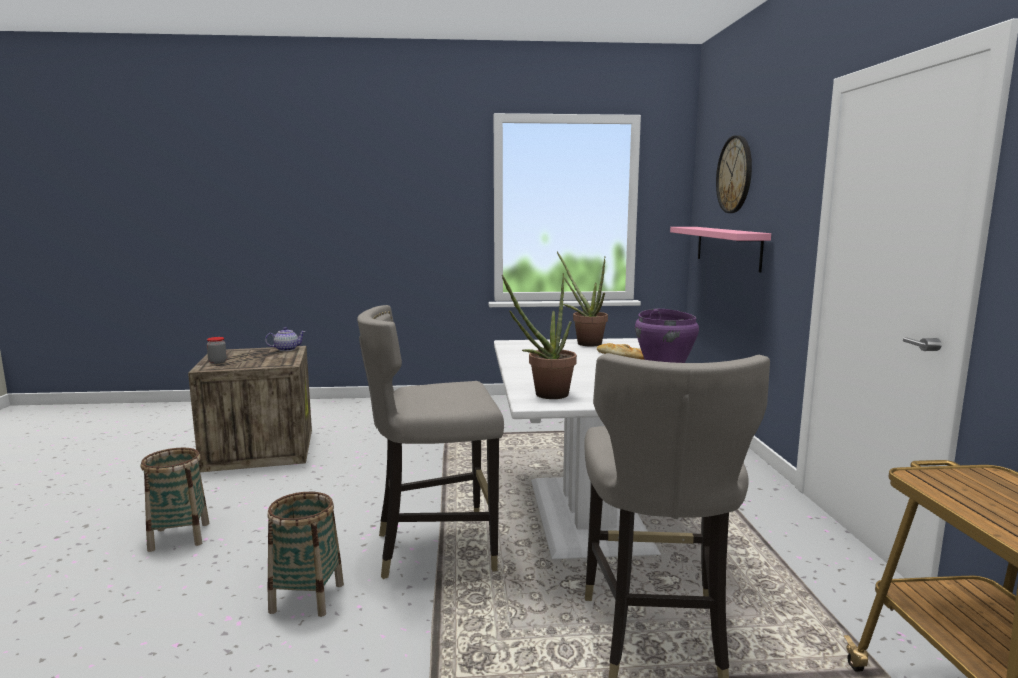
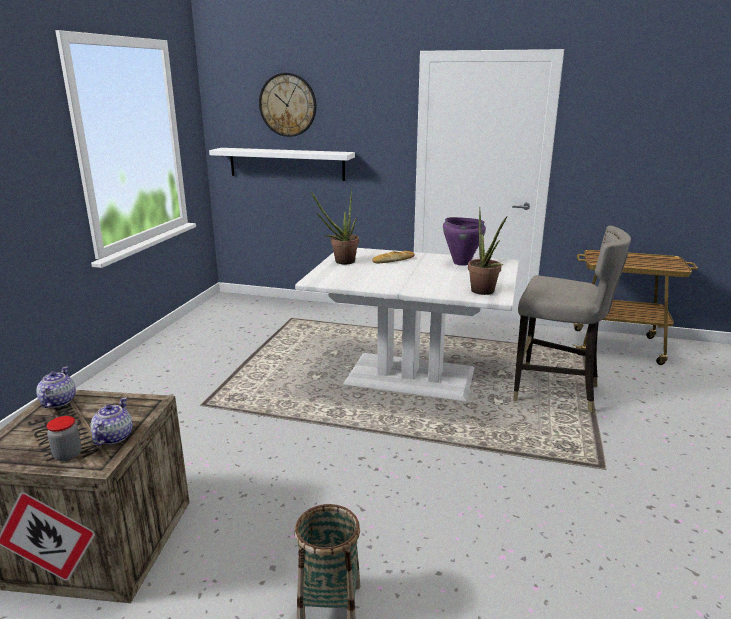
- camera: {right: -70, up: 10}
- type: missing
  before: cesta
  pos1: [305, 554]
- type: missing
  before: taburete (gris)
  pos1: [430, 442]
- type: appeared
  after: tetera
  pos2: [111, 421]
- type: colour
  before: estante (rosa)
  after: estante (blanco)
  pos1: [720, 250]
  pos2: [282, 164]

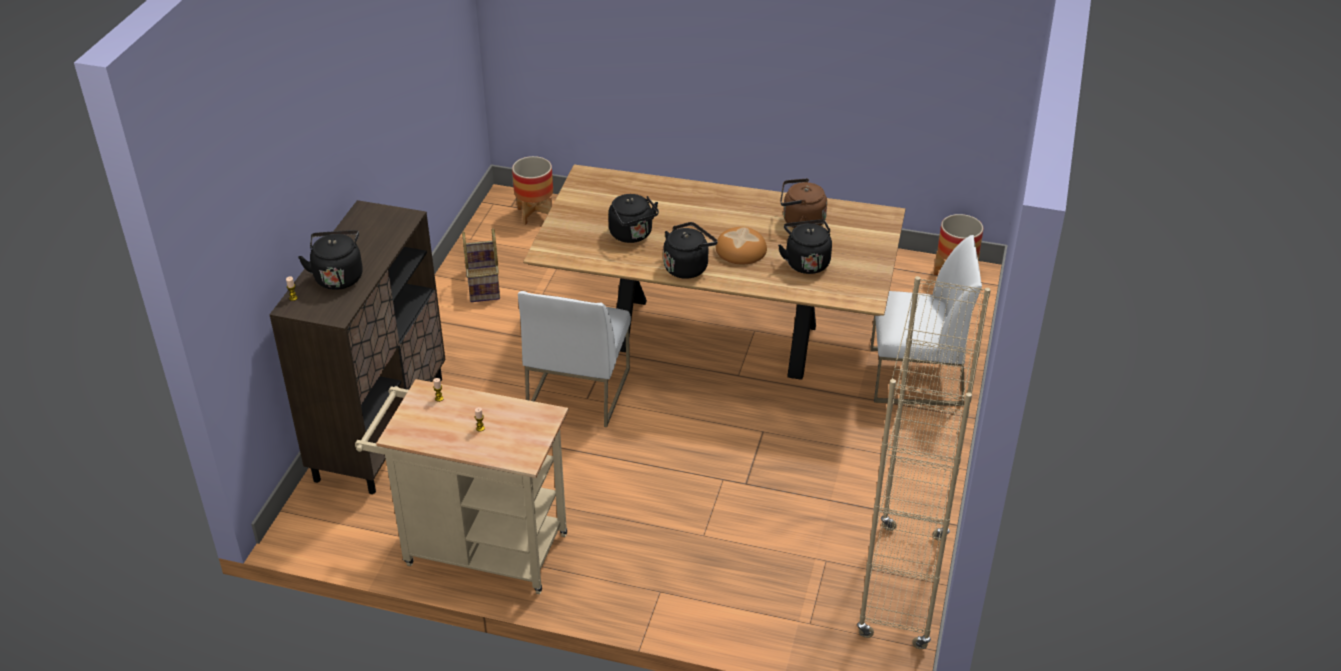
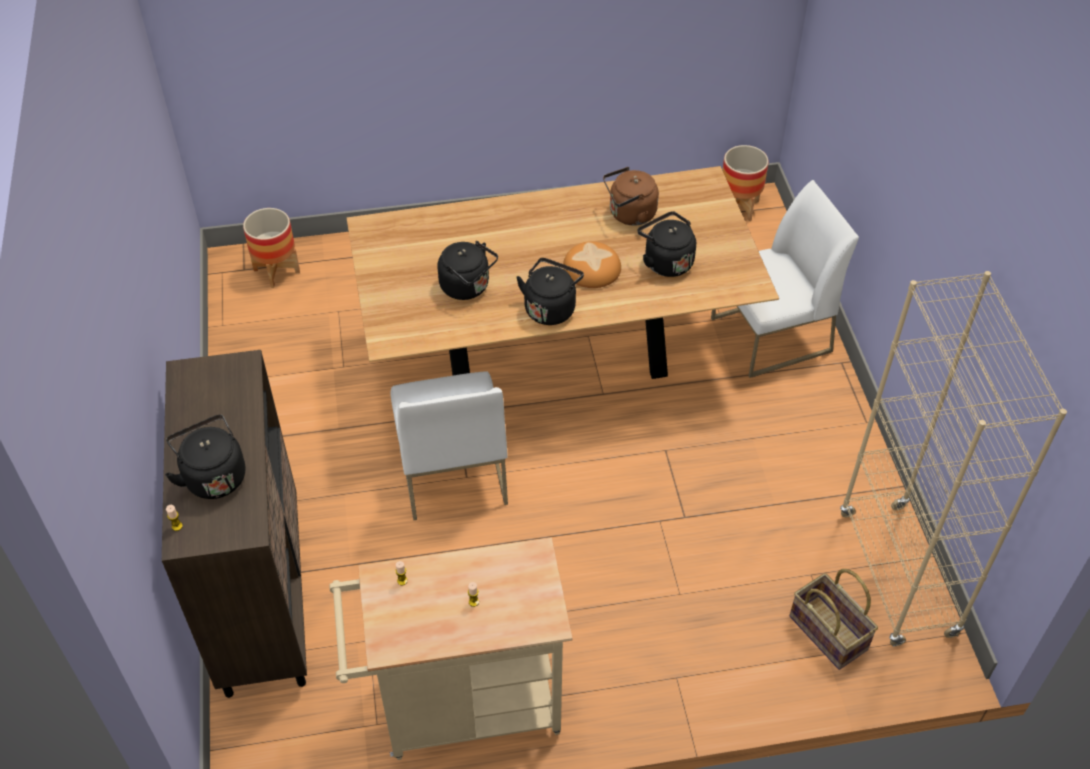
- camera: {right: -25, up: 10}
- type: relocated
  before: cesta
  pos1: [481, 265]
  pos2: [833, 619]

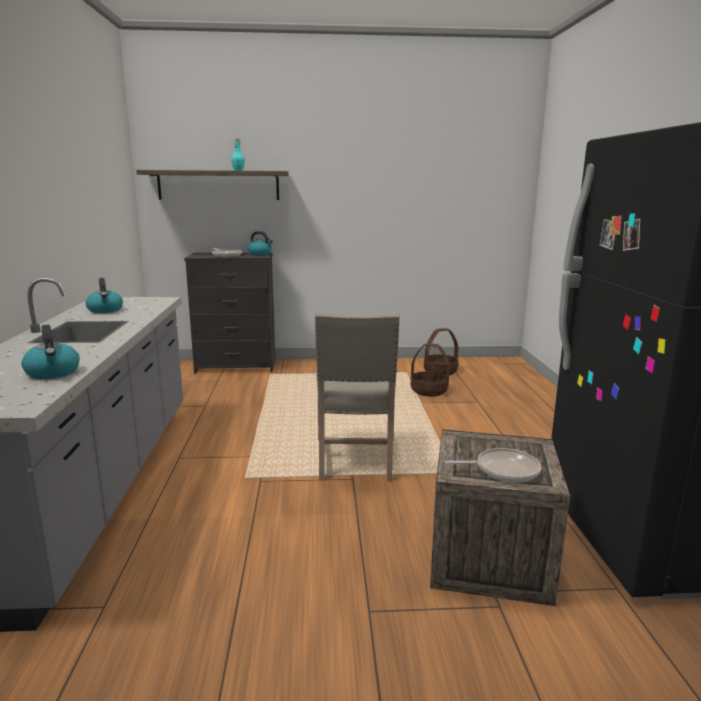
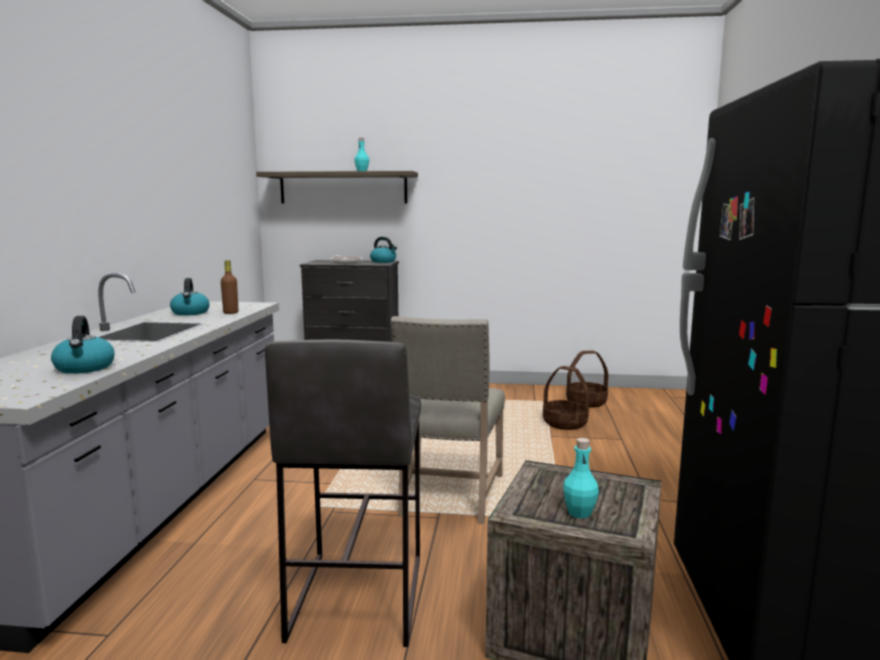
- camera: {right: 10, up: -5}
- type: appeared
  after: botella (marrón)
  pos2: [229, 287]
- type: appeared
  after: taburete (gris)
  pos2: [343, 493]
- type: exchanged
  before: sartén
  after: botella (turquesa)
  pos1: [493, 465]
  pos2: [581, 478]

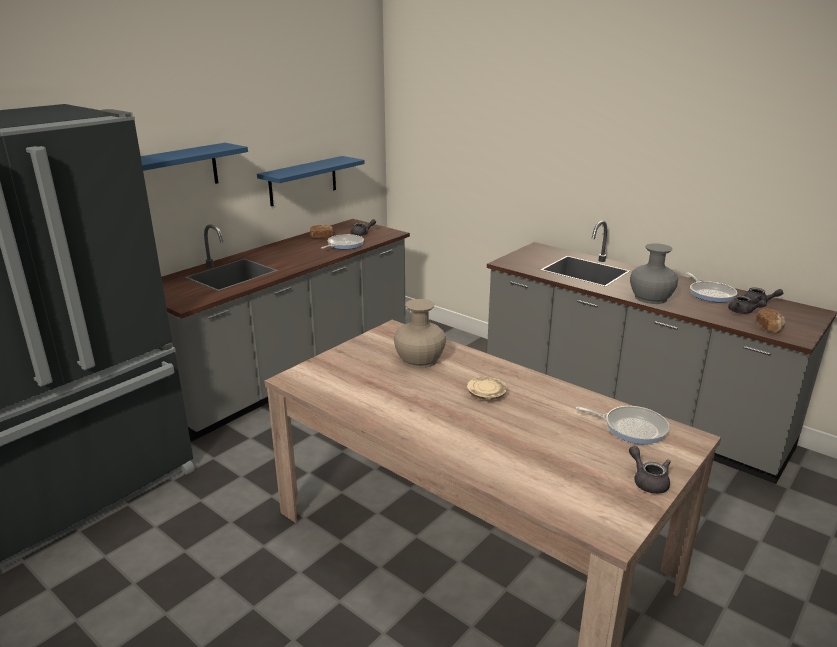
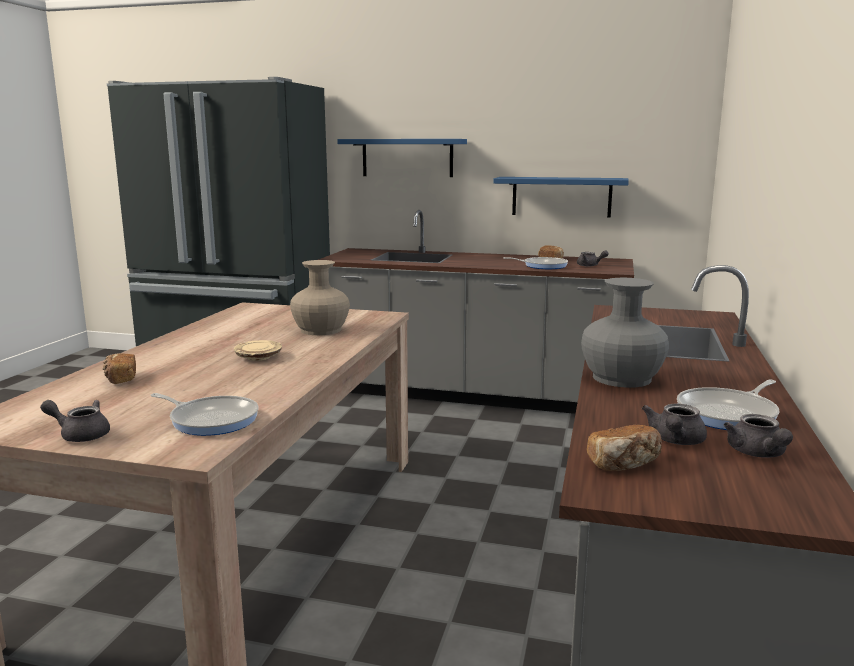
- camera: {right: 65, up: -10}
- type: appeared
  after: pan
  pos2: [119, 368]
- type: spun
  before: sartén
  pos1: [622, 425]
  pos2: [204, 414]
  turn: -60
- type: spun
  before: tetera (gris)
  pos1: [650, 470]
  pos2: [75, 421]
  turn: -120

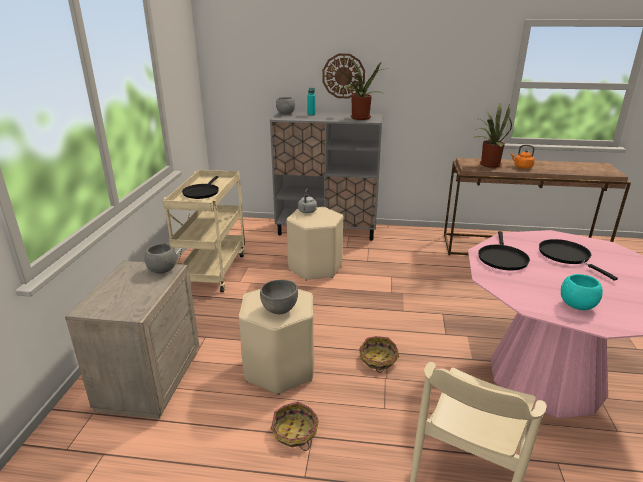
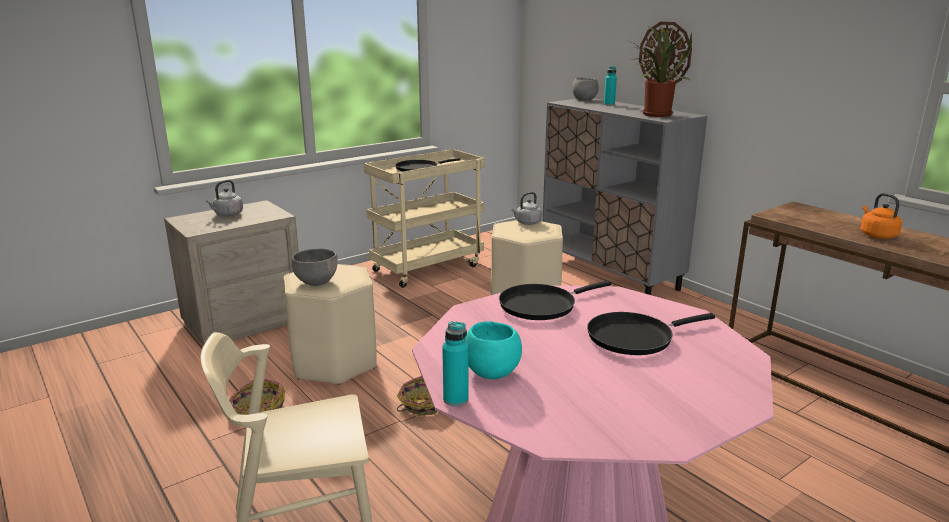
- camera: {right: 45, up: -5}
- type: missing
  before: cuenco (gris)
  pos1: [160, 258]
- type: missing
  before: planta en maceta
  pos1: [492, 135]
- type: appeared
  after: hervidor (gris)
  pos2: [224, 198]
- type: appeared
  after: botella (turquesa)
  pos2: [455, 363]
- type: spun
  before: sartén (negro)
  pos1: [578, 259]
  pos2: [651, 333]
  turn: -135

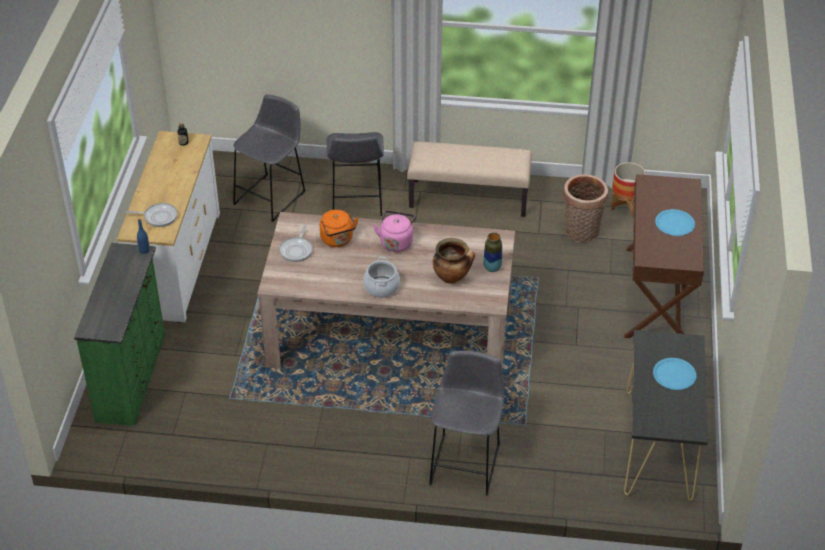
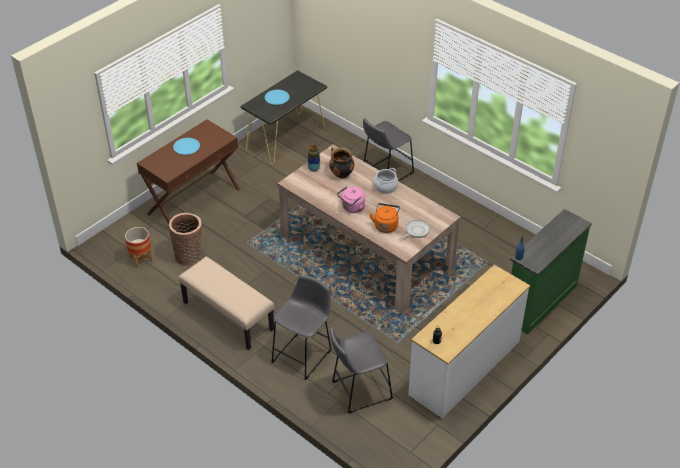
- camera: {right: -145, up: 0}
- type: missing
  before: sartén
  pos1: [151, 215]

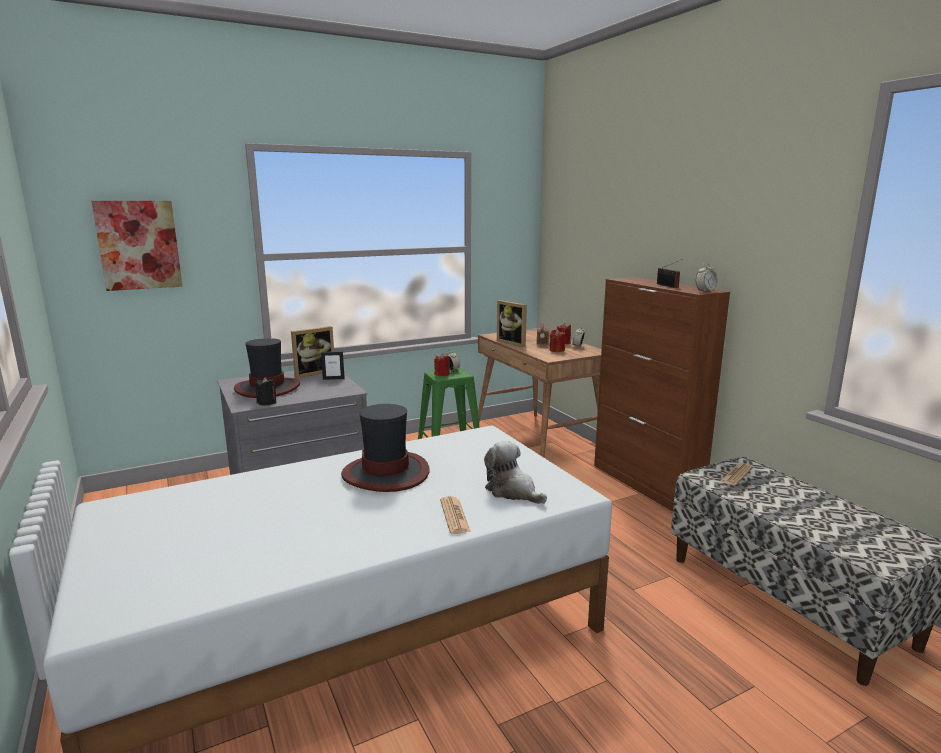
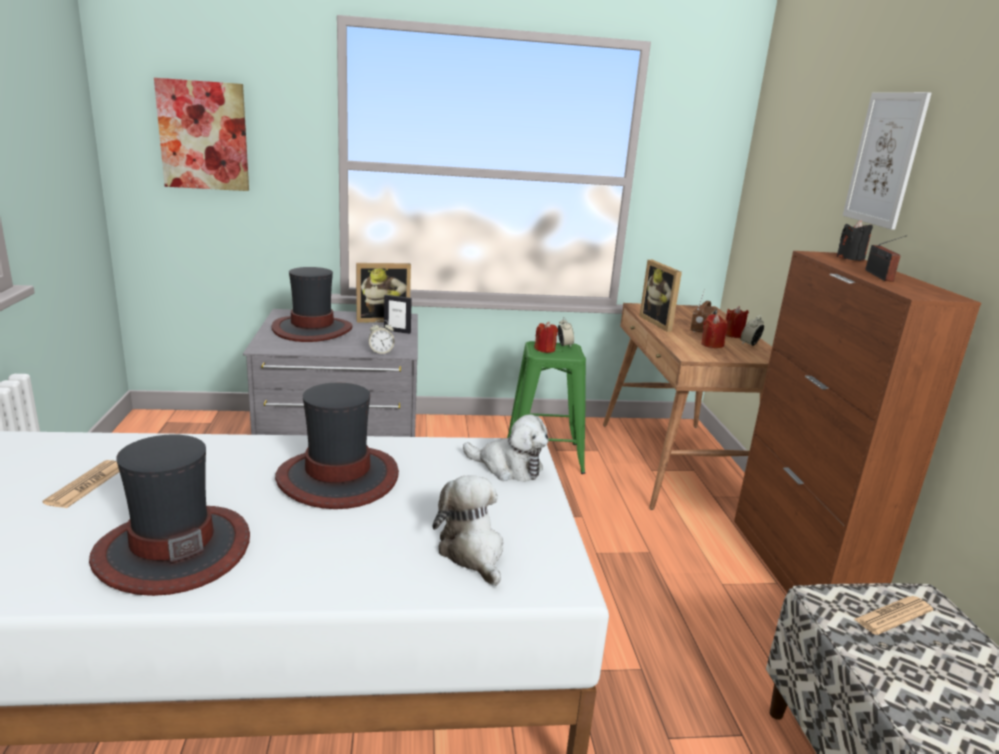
- camera: {right: 20, up: 5}
- type: appeared
  after: sombrero
  pos2: [169, 515]
- type: appeared
  after: peluche
  pos2: [506, 448]
- type: appeared
  after: cuadro
  pos2: [887, 161]
- type: relocated
  before: vela (negro)
  pos1: [265, 391]
  pos2: [854, 240]
- type: relocated
  before: periódico
  pos1: [455, 515]
  pos2: [81, 484]
- type: relocated
  before: despertador
  pos1: [707, 277]
  pos2: [382, 337]

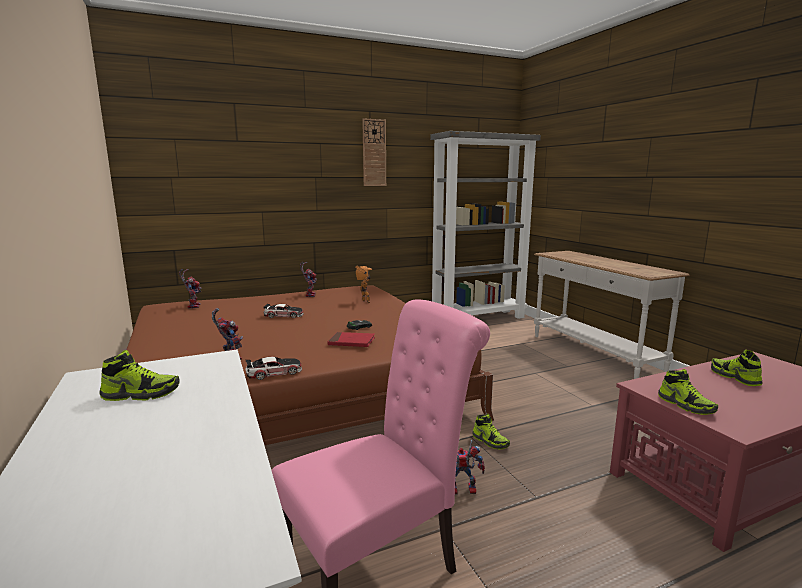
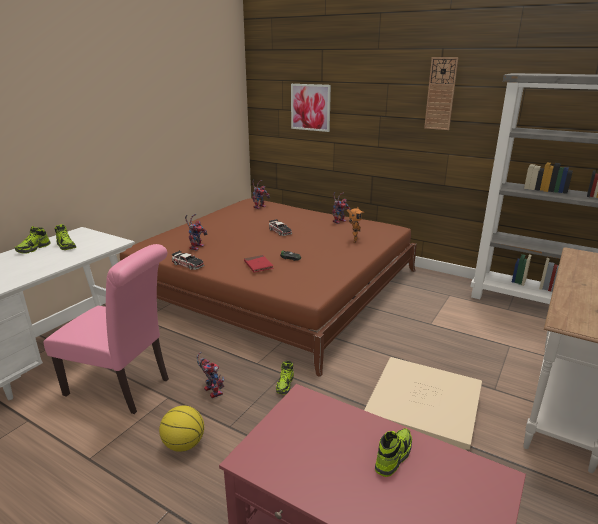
- camera: {right: 55, up: 10}
- type: appeared
  after: balón de baloncesto
  pos2: [181, 429]
- type: appeared
  after: cuadro
  pos2: [311, 108]
- type: appeared
  after: caja de almacenaje (beis)
  pos2: [423, 403]
- type: relocated
  before: zapato
  pos1: [688, 392]
  pos2: [32, 240]

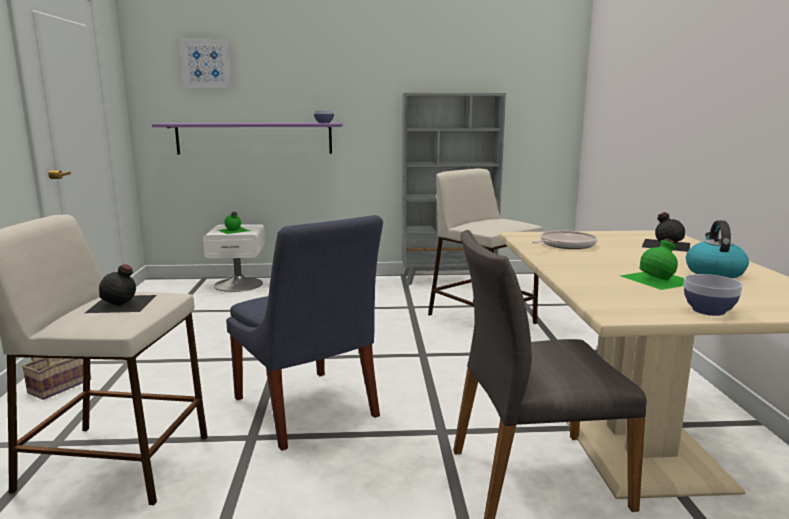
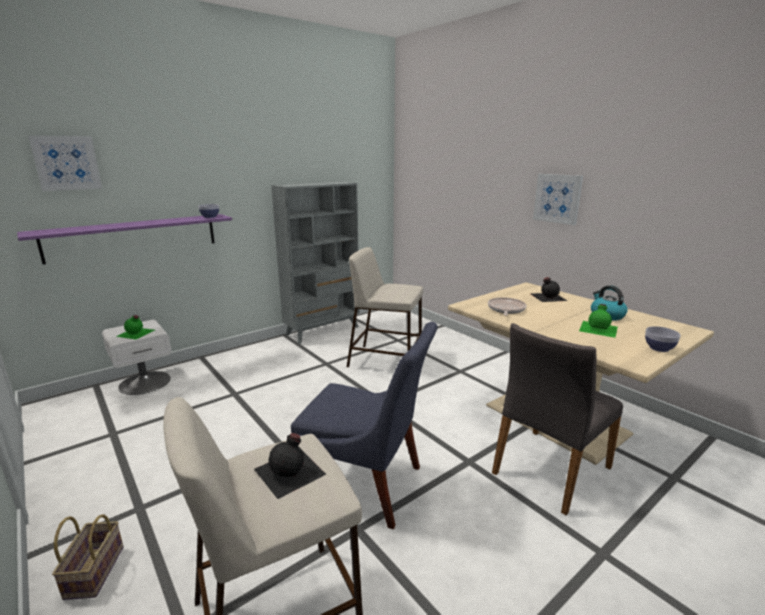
- camera: {right: -35, up: 5}
- type: appeared
  after: cuadro
  pos2: [558, 199]

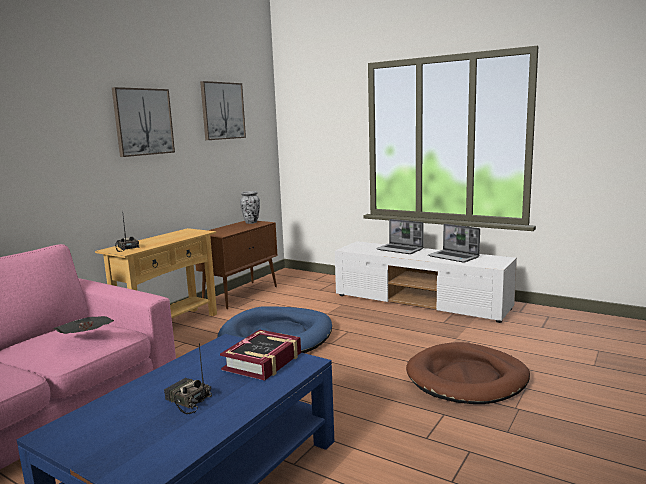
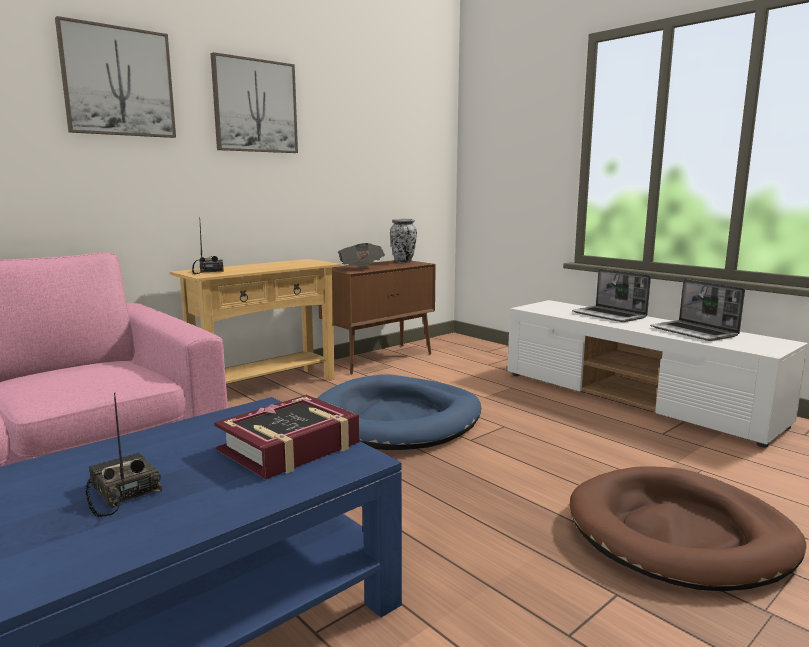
- camera: {right: 15, up: 0}
- type: relocated
  before: periódico
  pos1: [83, 325]
  pos2: [361, 254]
- type: relocated
  before: cuadro
  pos1: [223, 110]
  pos2: [115, 77]

